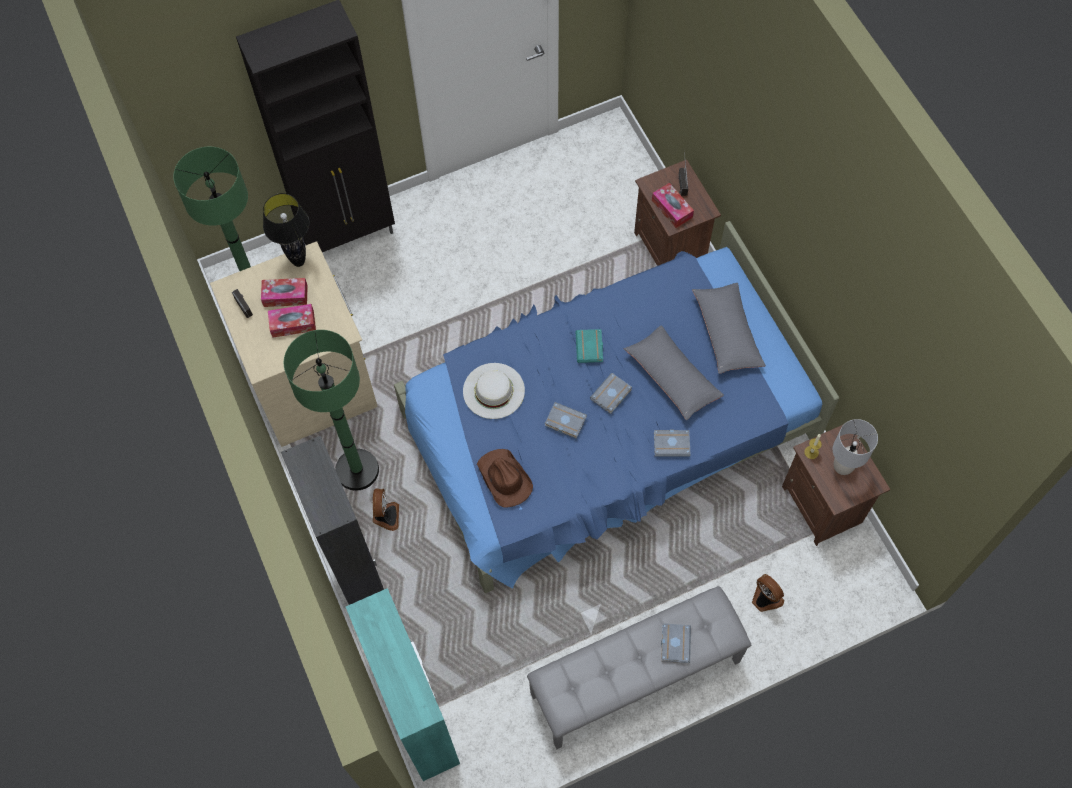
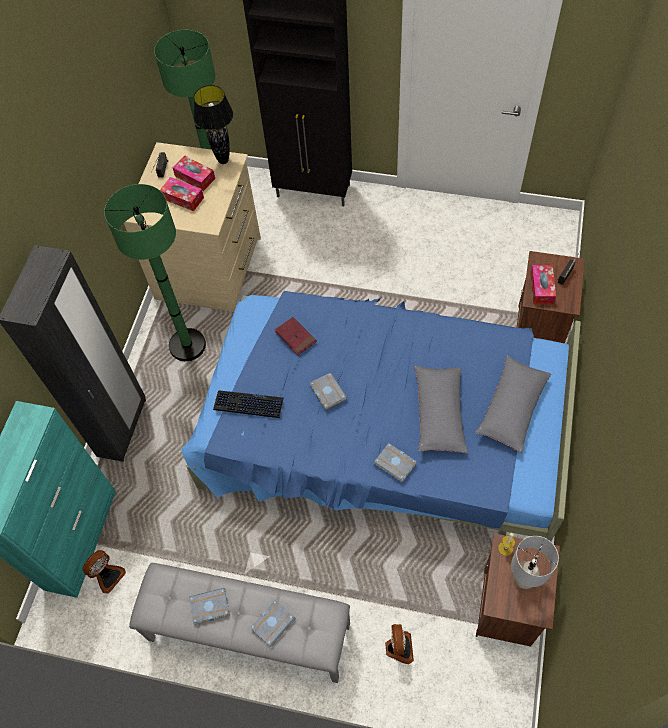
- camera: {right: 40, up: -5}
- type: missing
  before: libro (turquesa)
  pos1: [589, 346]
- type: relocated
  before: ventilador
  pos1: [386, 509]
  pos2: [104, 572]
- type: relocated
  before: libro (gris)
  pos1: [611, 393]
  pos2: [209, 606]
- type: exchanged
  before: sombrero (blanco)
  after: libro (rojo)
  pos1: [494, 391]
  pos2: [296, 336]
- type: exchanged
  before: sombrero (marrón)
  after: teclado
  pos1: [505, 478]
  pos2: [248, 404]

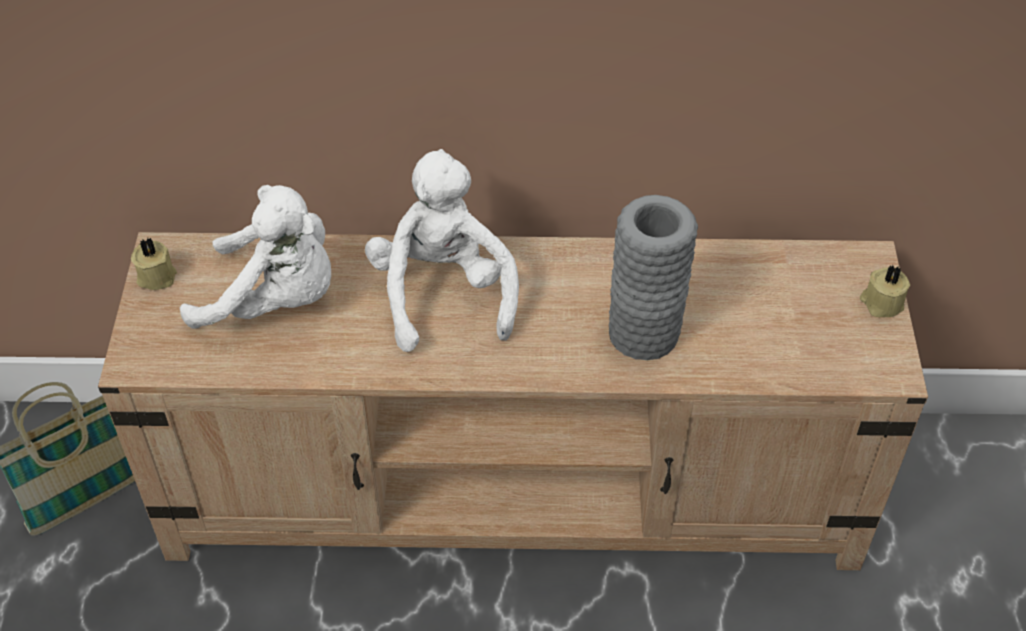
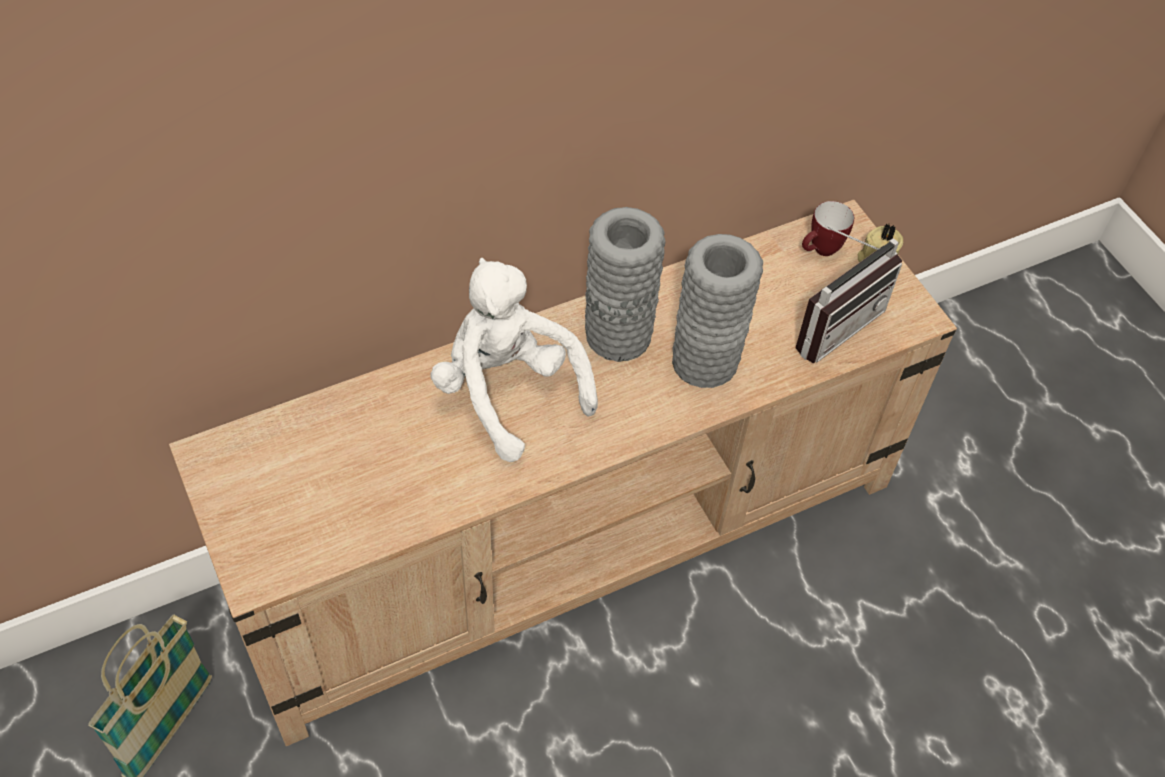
- camera: {right: -30, up: 5}
- type: missing
  before: vela (beis)
  pos1: [154, 264]
- type: missing
  before: peluche (blanco)
  pos1: [255, 257]
- type: appeared
  after: florero (gris)
  pos2: [625, 284]
- type: appeared
  after: radio
  pos2: [849, 294]
- type: appeared
  after: taza grande
  pos2: [828, 228]

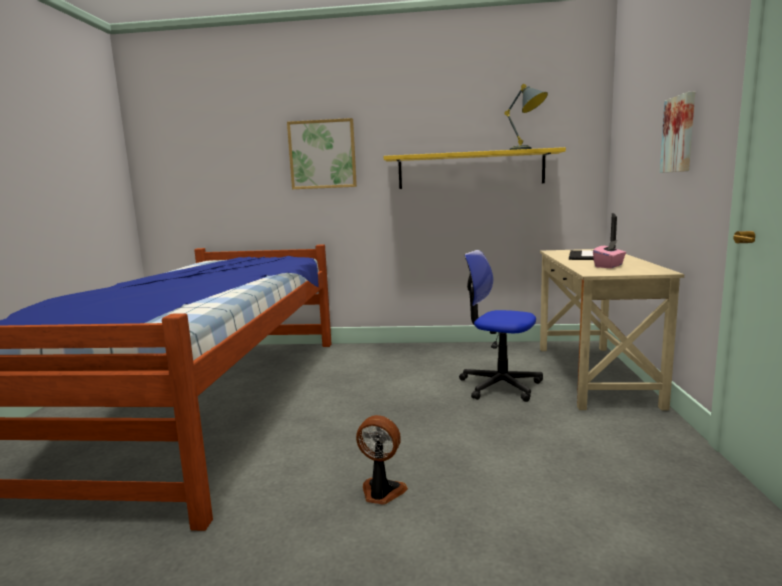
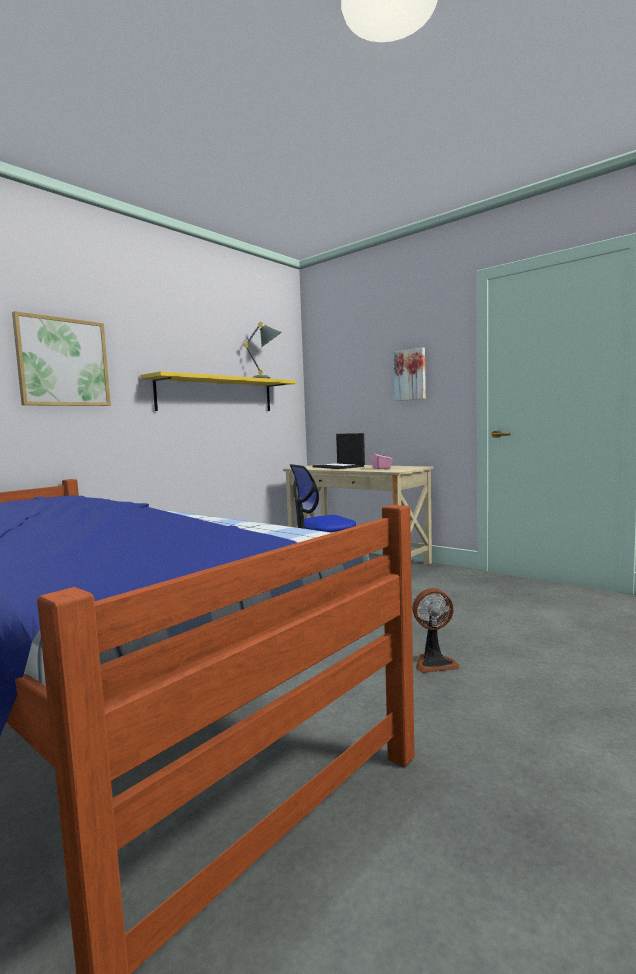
- camera: {right: -55, up: -5}
- type: spun
  before: ventilador
  pos1: [382, 460]
  pos2: [436, 630]
  turn: -150

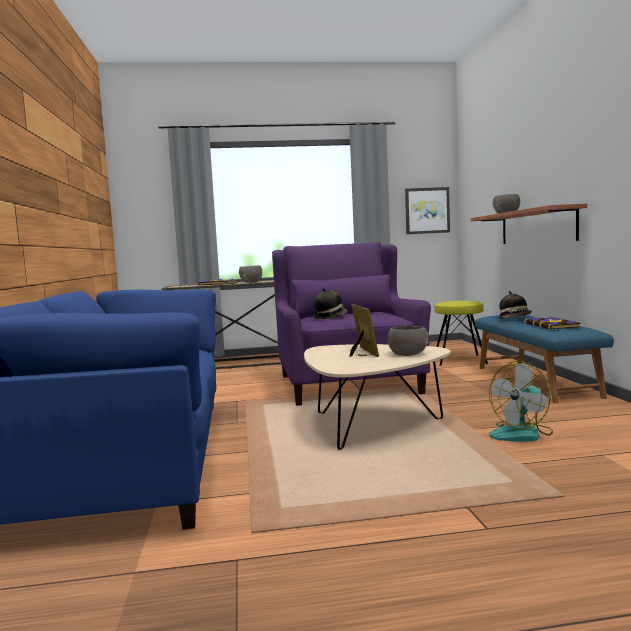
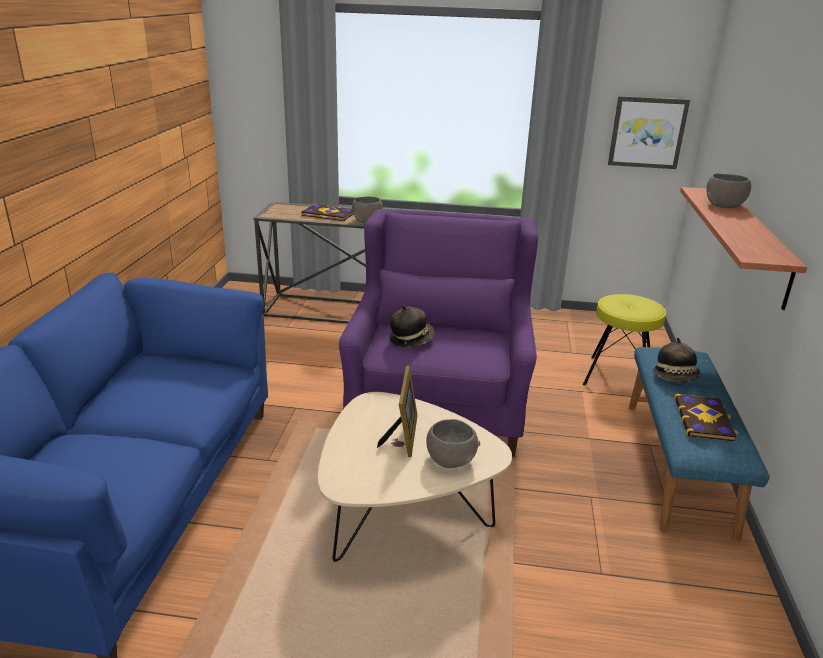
- camera: {right: 15, up: 20}
- type: missing
  before: ventilador
  pos1: [521, 401]

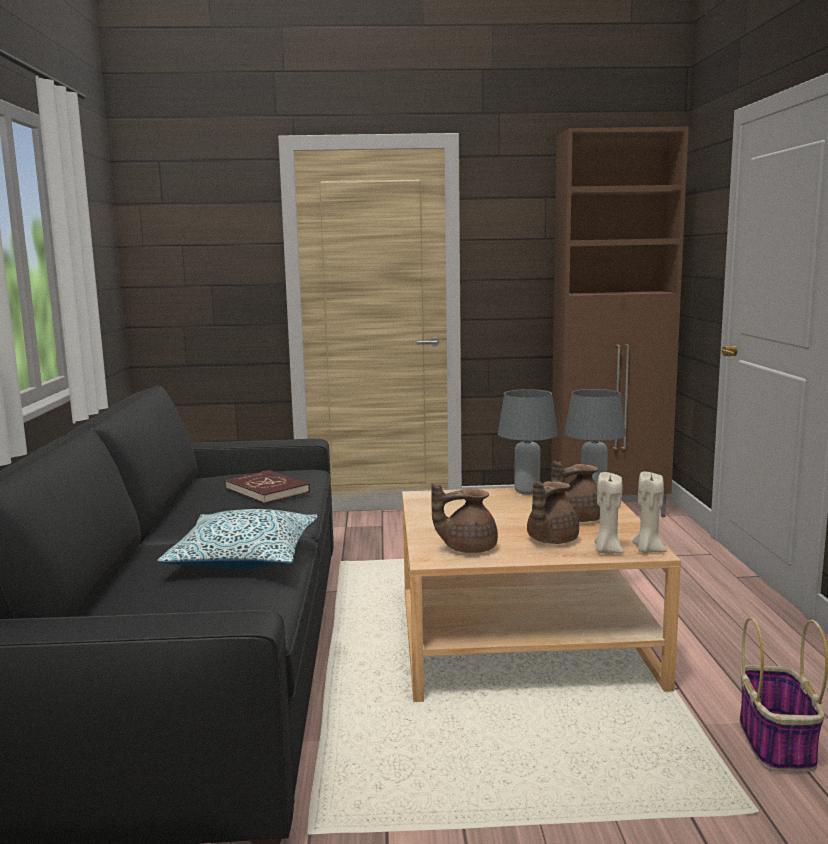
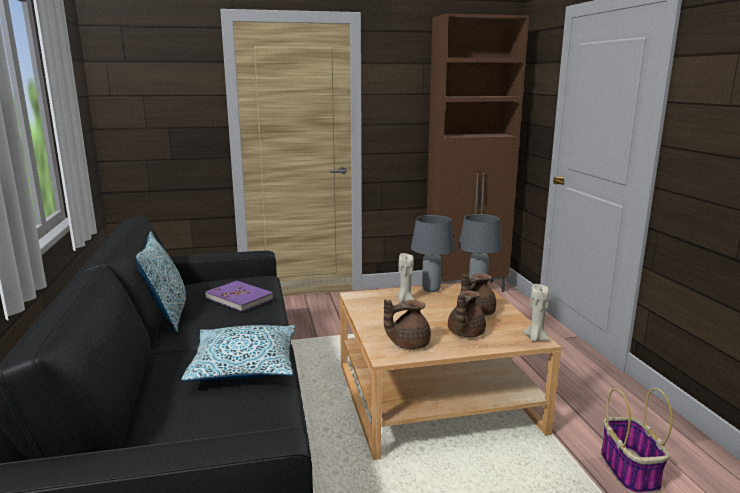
- camera: {right: -10, up: 5}
- type: appeared
  after: cojín
  pos2: [161, 282]
- type: relocated
  before: vela (beis)
  pos1: [609, 512]
  pos2: [405, 278]
- type: colour
  before: libro (rojo)
  after: libro (morado)
  pos1: [268, 487]
  pos2: [239, 296]

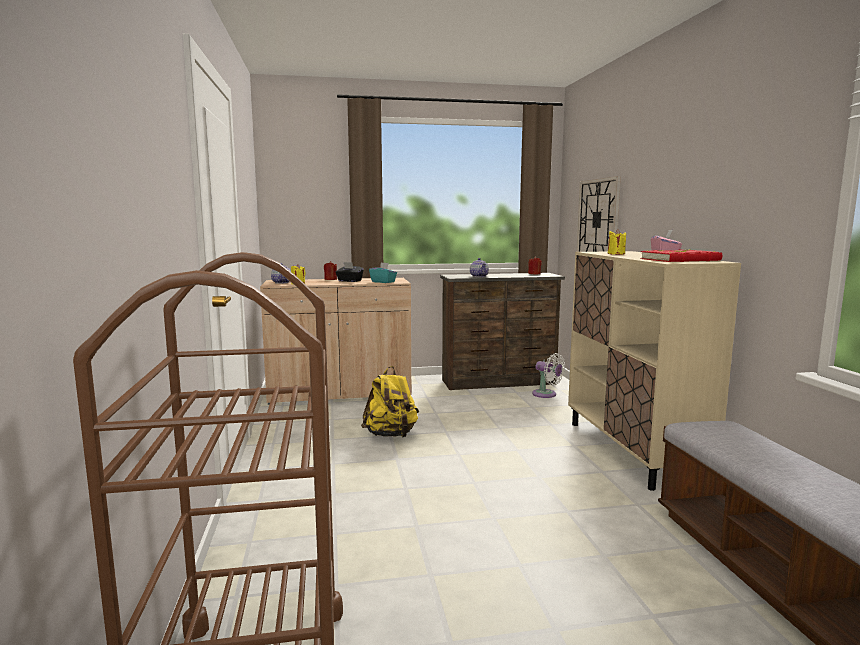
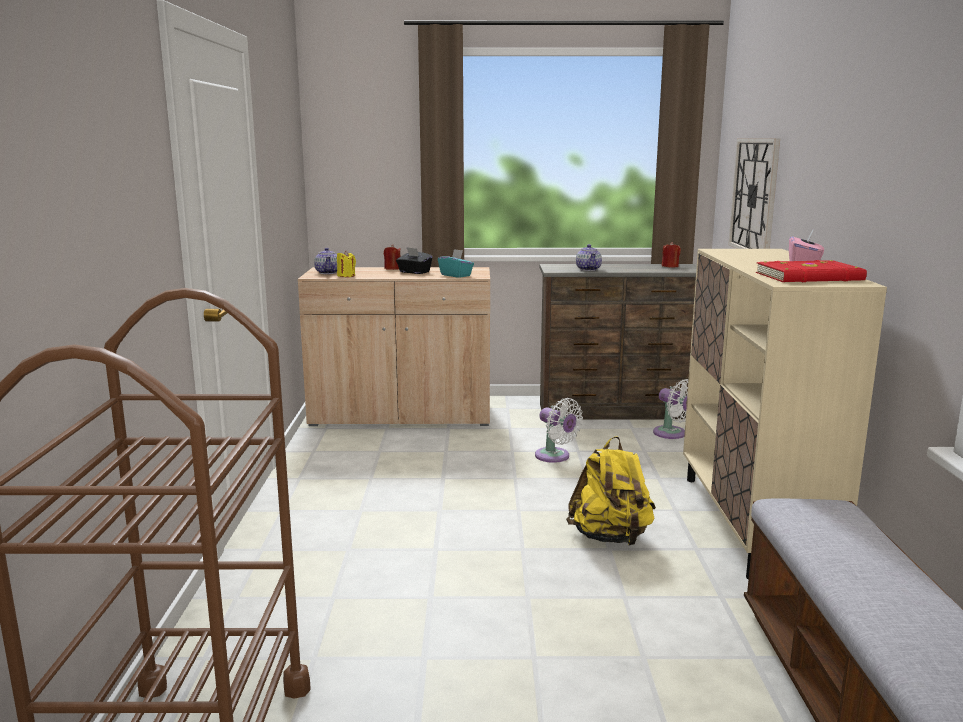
- camera: {right: 10, up: 5}
- type: missing
  before: vela (amarillo)
  pos1: [616, 242]
- type: appeared
  after: ventilador (blanco)
  pos2: [559, 430]
- type: relocated
  before: mochila (amarillo)
  pos1: [390, 402]
  pos2: [611, 491]

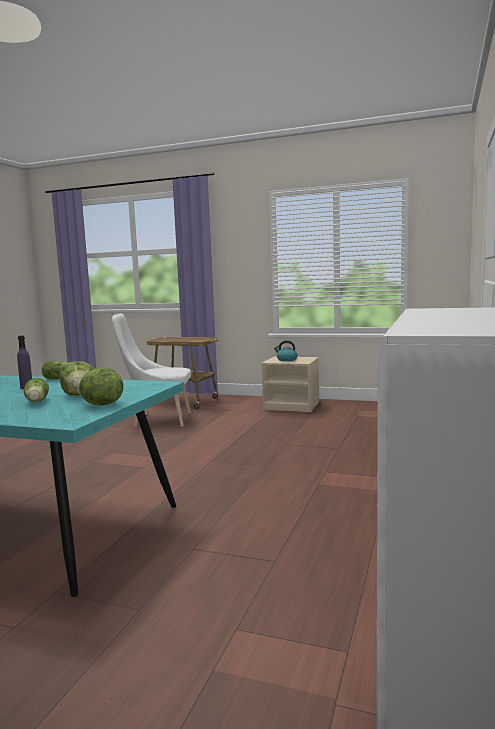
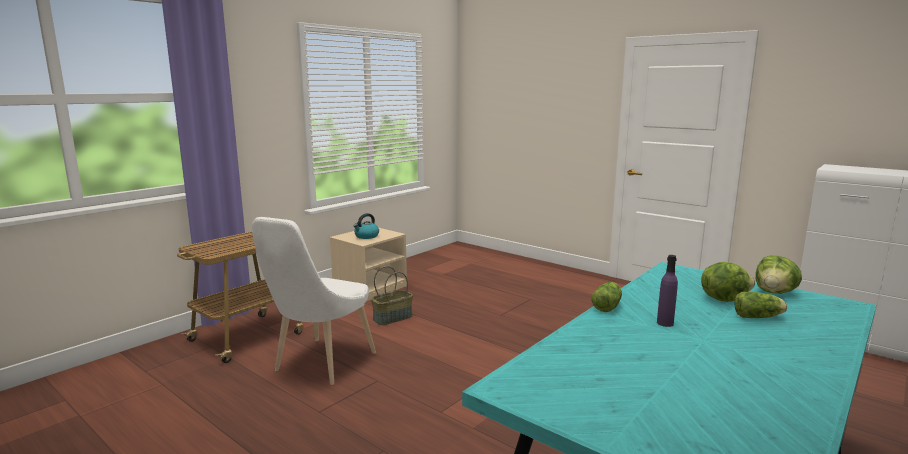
- camera: {right: -70, up: 5}
- type: appeared
  after: cesta
  pos2: [392, 295]

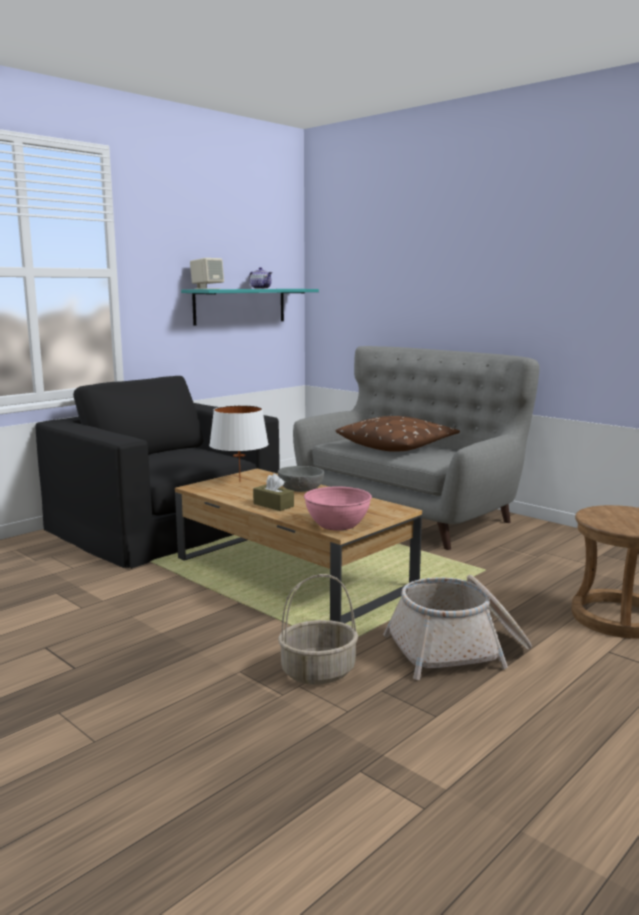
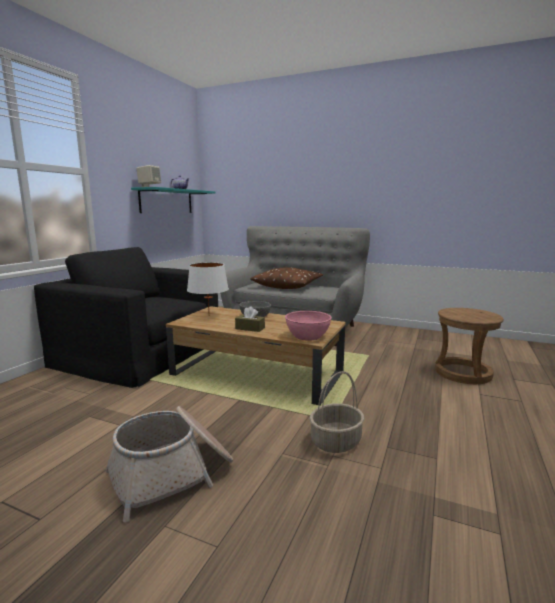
- camera: {right: -20, up: 0}
- type: relocated
  before: cesta
  pos1: [457, 627]
  pos2: [169, 464]

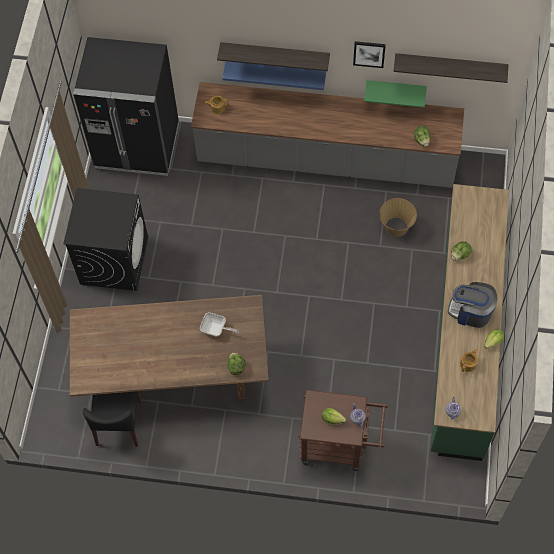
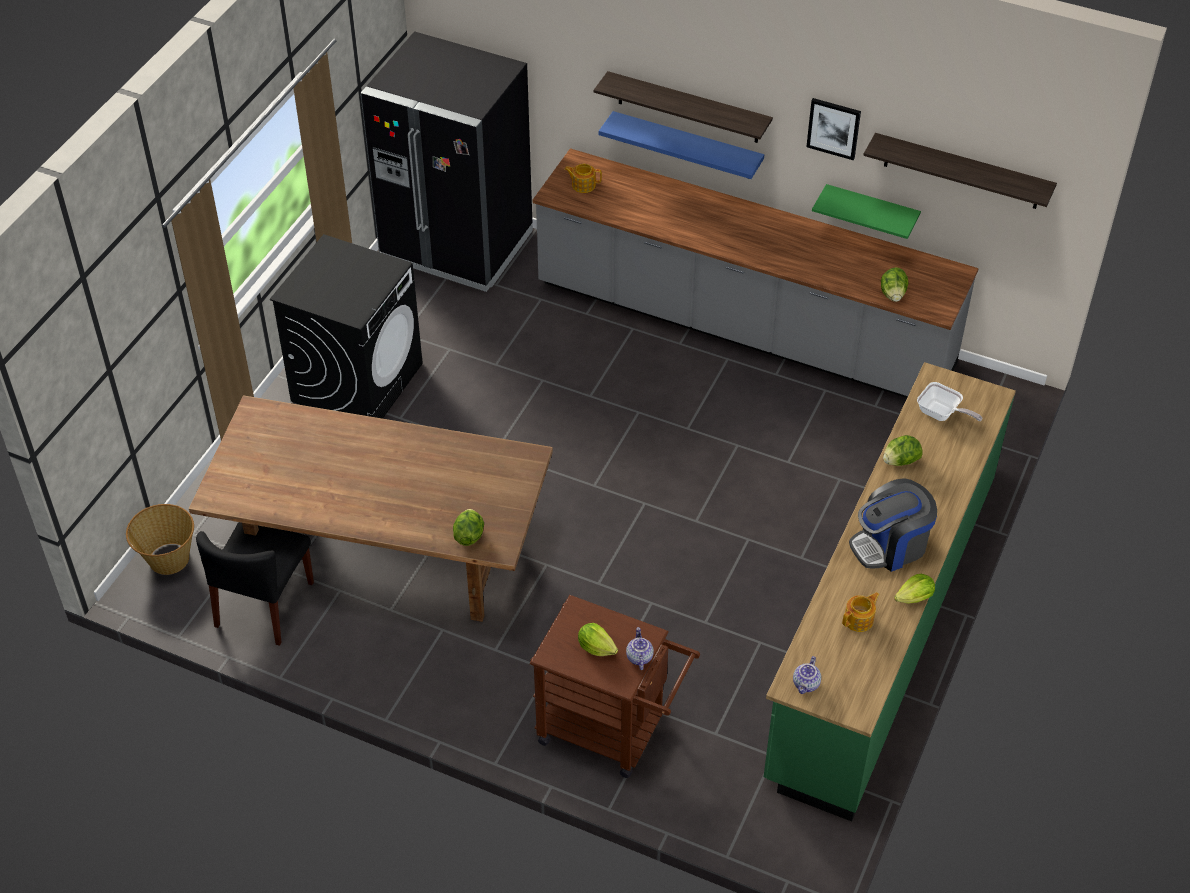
- camera: {right: 15, up: -15}
- type: relocated
  before: sartén
  pos1: [219, 324]
  pos2: [949, 401]
- type: relocated
  before: cesta
  pos1: [398, 217]
  pos2: [160, 539]
- type: spun
  before: cafetera
  pos1: [472, 305]
  pos2: [893, 525]
  turn: -60

